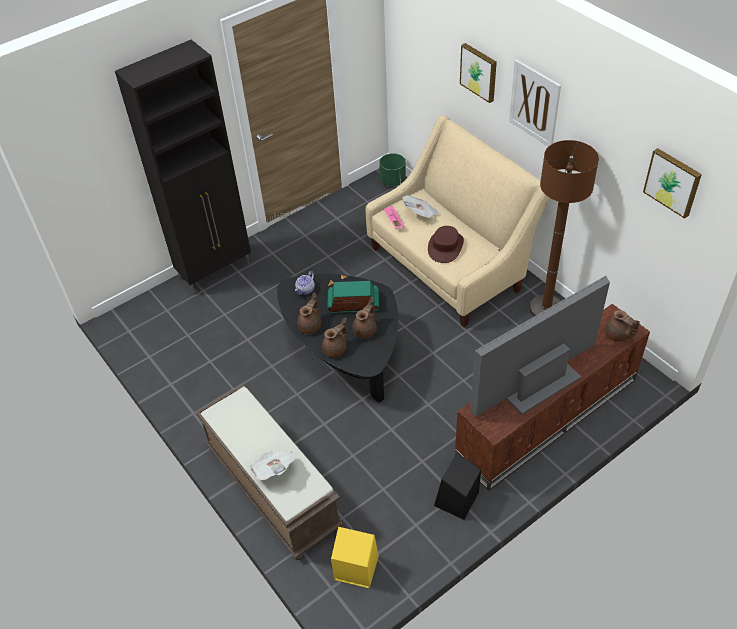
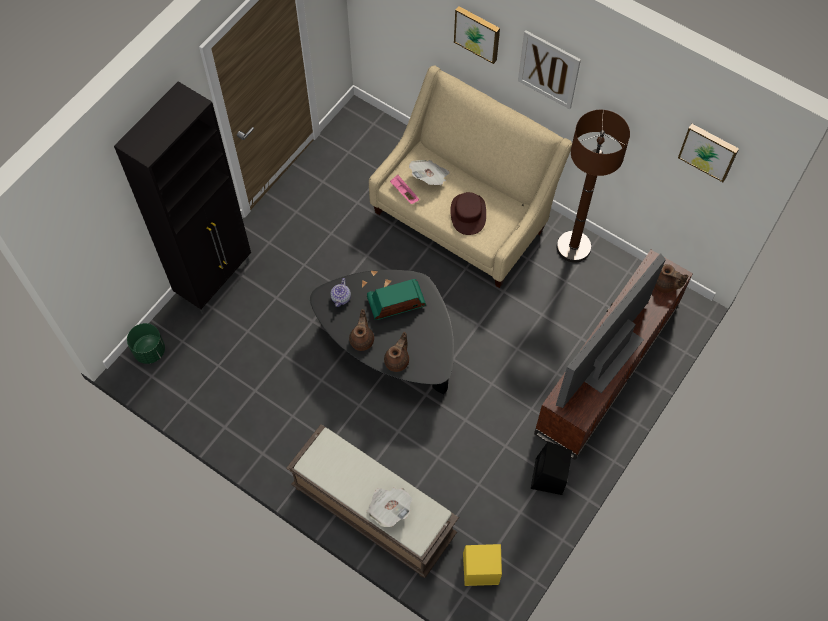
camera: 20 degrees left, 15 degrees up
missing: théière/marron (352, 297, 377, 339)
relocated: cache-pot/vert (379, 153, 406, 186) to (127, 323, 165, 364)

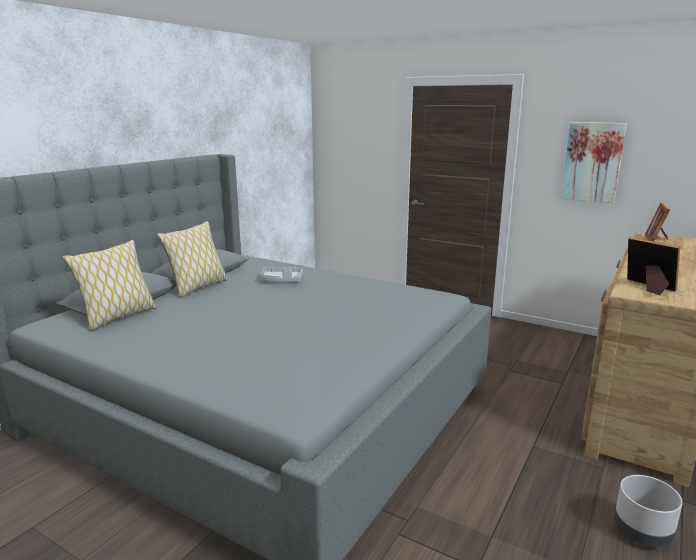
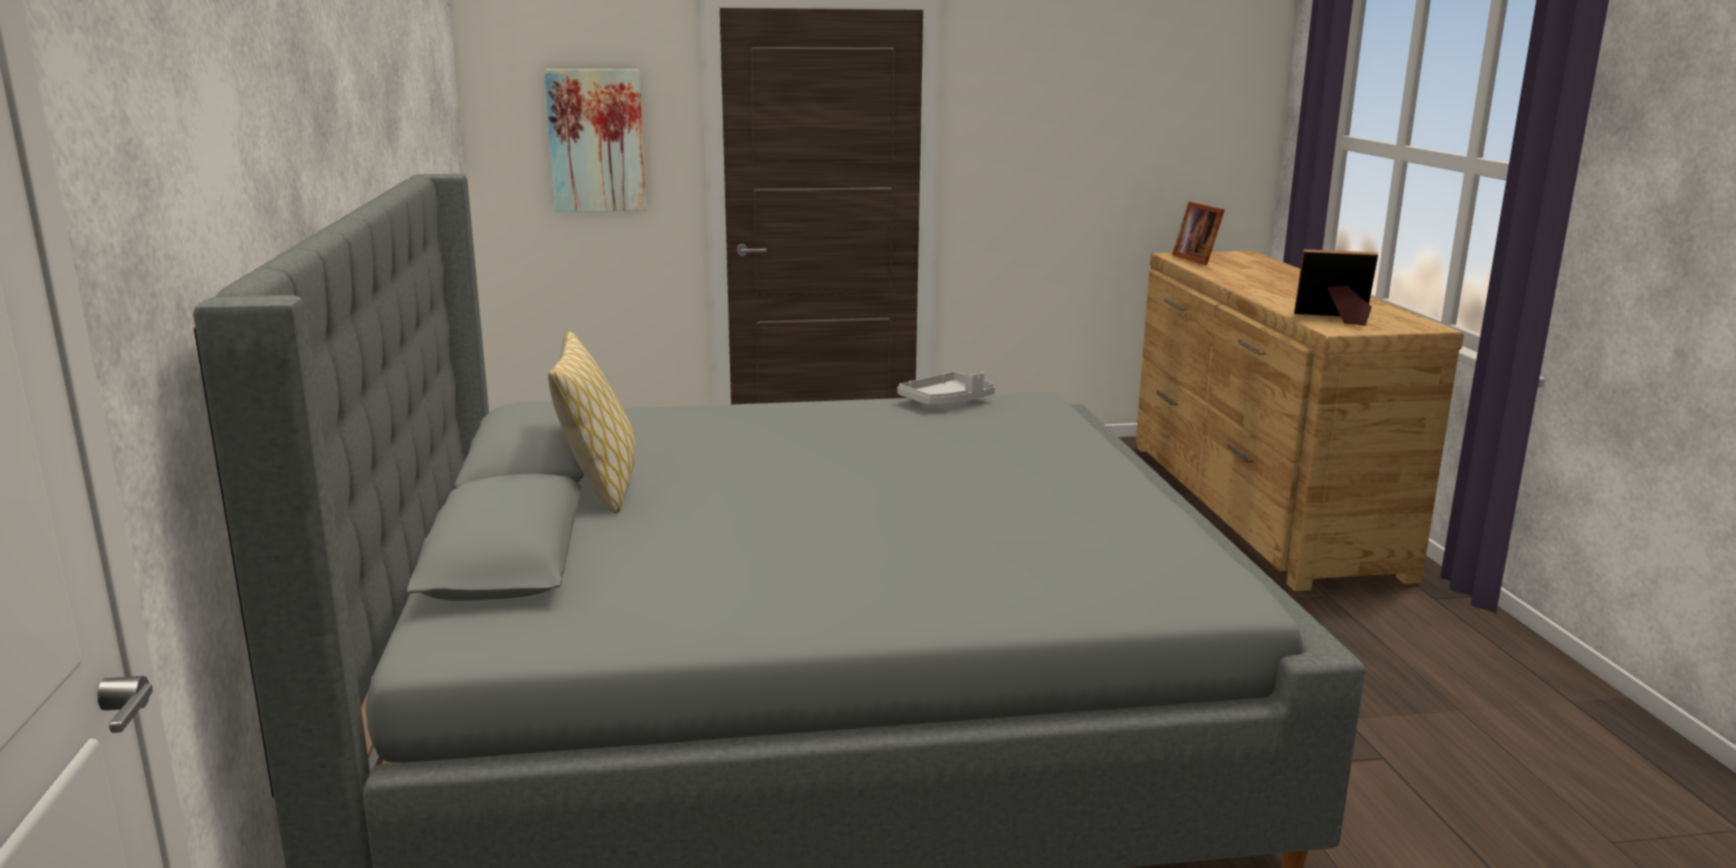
camera: 40 degrees left, 0 degrees up
missing: coussin (63, 240, 157, 331); cache-pot/gris (614, 475, 683, 547)
relocated: tableau (561, 122, 627, 203) to (545, 69, 646, 212); plateau/gris (260, 267, 303, 282) to (897, 372, 995, 405)

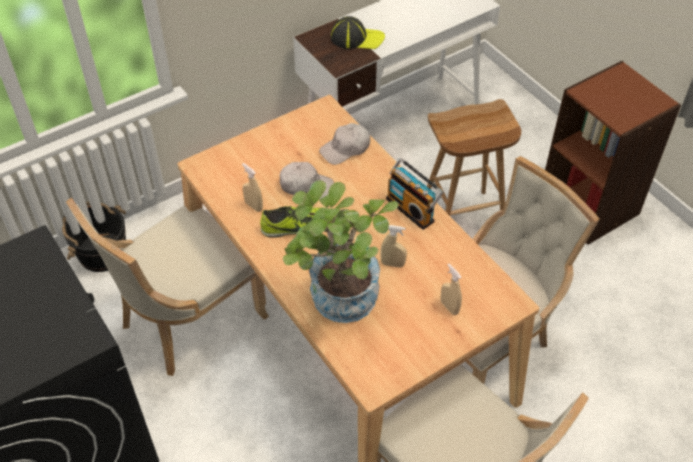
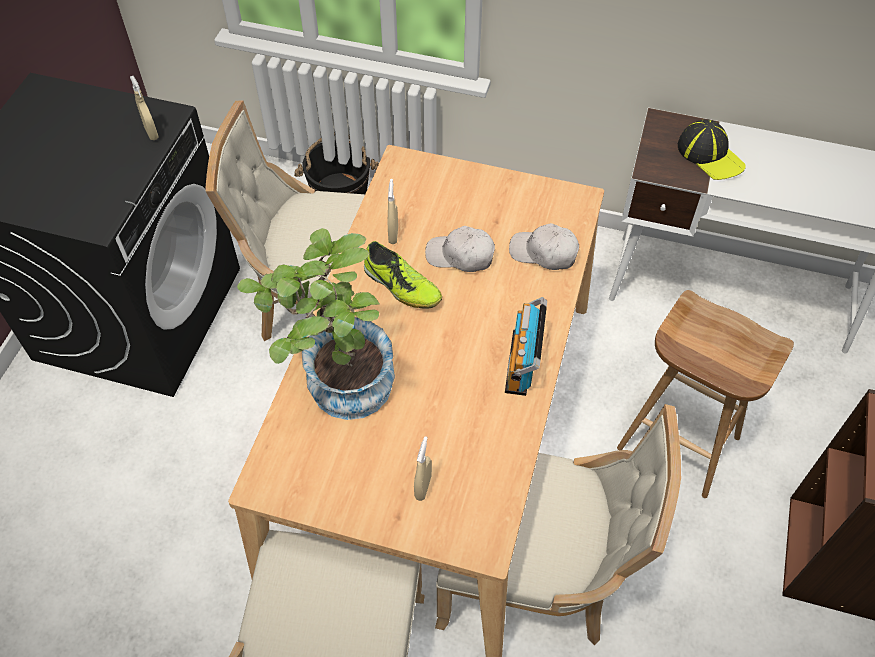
camera: 50 degrees right, 5 degrees up
relocated: vaporisateur/beige (380, 225, 407, 268) to (130, 76, 159, 140)
spun: casquette/blanc (280, 162, 334, 199) = (425, 226, 495, 272) 135 degrees clockwise

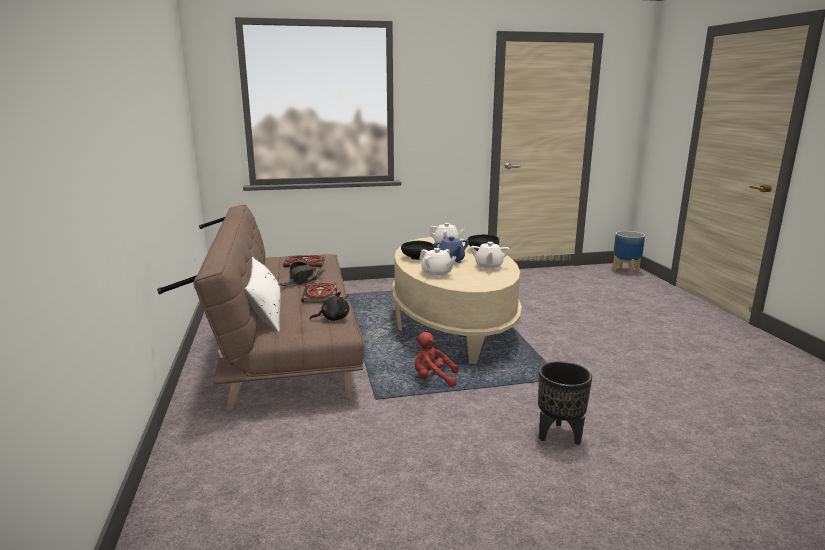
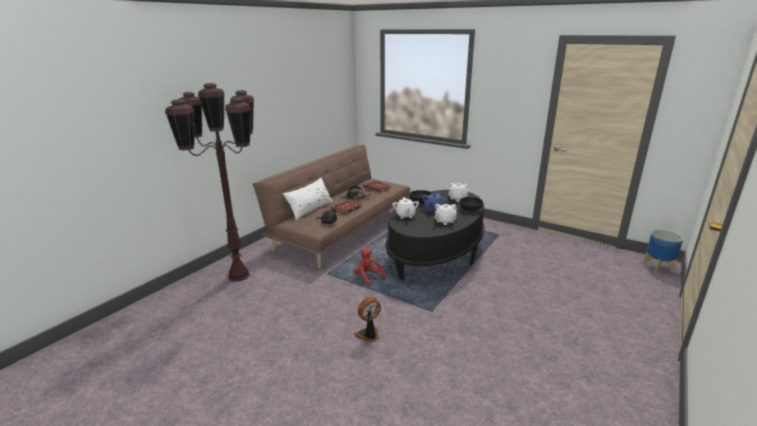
camera: 45 degrees right, 5 degrees up
appeared: lampadaire/marron (165, 83, 254, 282)
exchanged: cache-pot/noir (538, 361, 592, 445) to ventilateur (354, 297, 381, 342)
colour: table basse/beige (392, 237, 522, 364) to table basse/noir (386, 190, 485, 280)

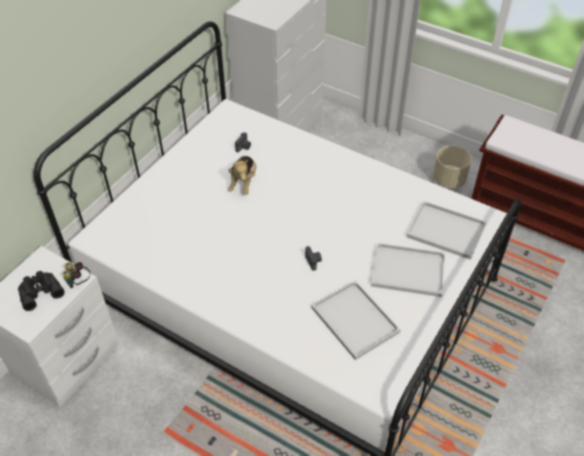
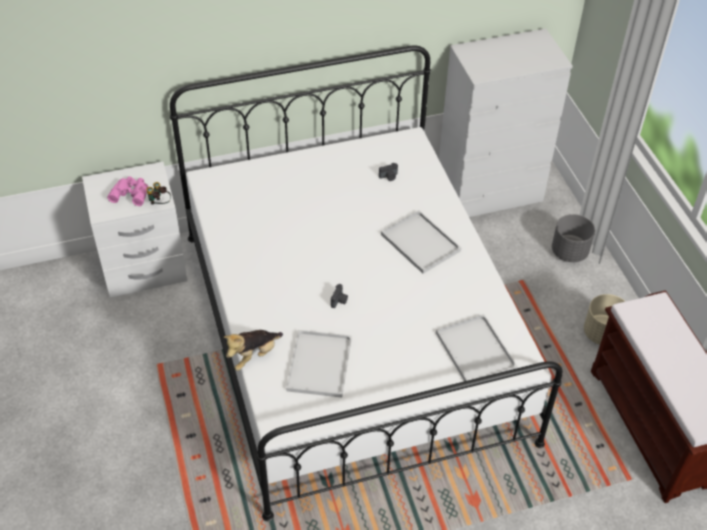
camera: 40 degrees right, 0 degrees up
appeared: cache-pot/gris (552, 214, 595, 262)
relocated: peluche (228, 156, 256, 195) to (224, 330, 283, 371); plateau/blanc (371, 243, 445, 297) to (381, 210, 461, 274)
colour: jumelles/noir (18, 271, 64, 311) to jumelles/rose (107, 176, 148, 206)

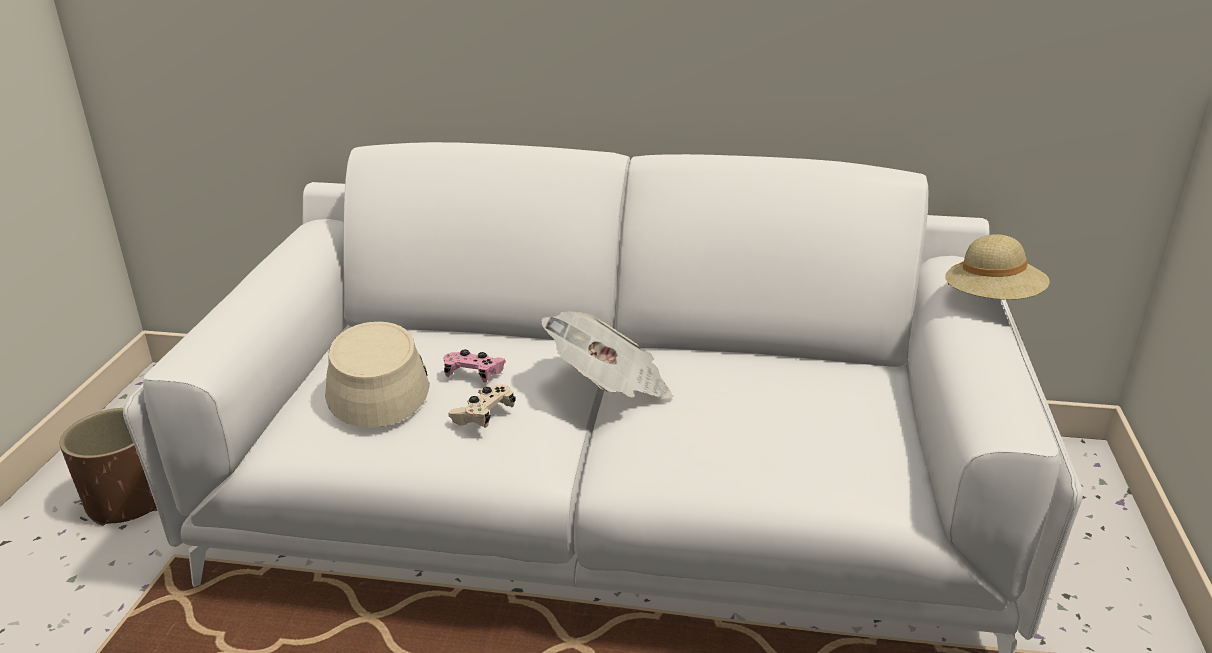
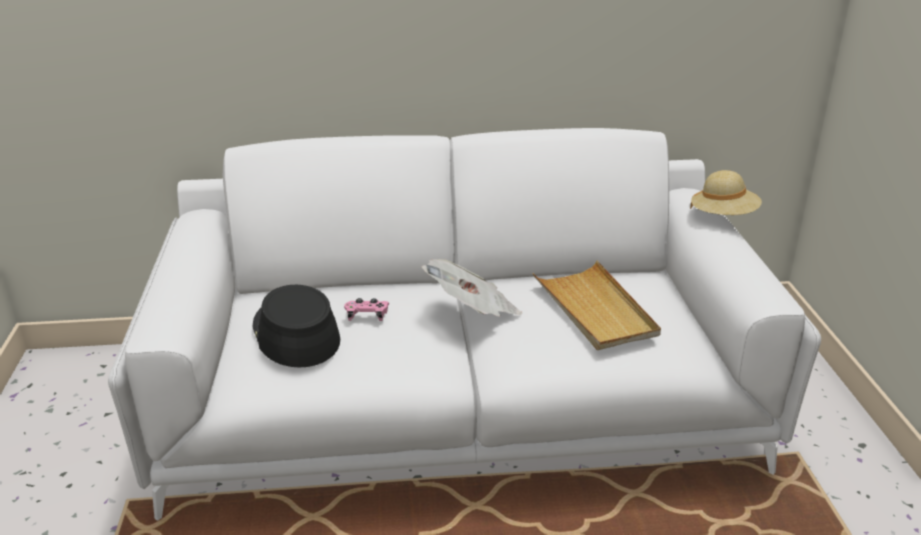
camera: 15 degrees left, 0 degrees up
missing: manette/beige (448, 384, 516, 428); cache-pot/marron (60, 408, 158, 526)
appeared: plateau/beige (533, 260, 661, 350)
colour: chapeau/beige (325, 321, 430, 428) to chapeau/noir (253, 285, 340, 368)

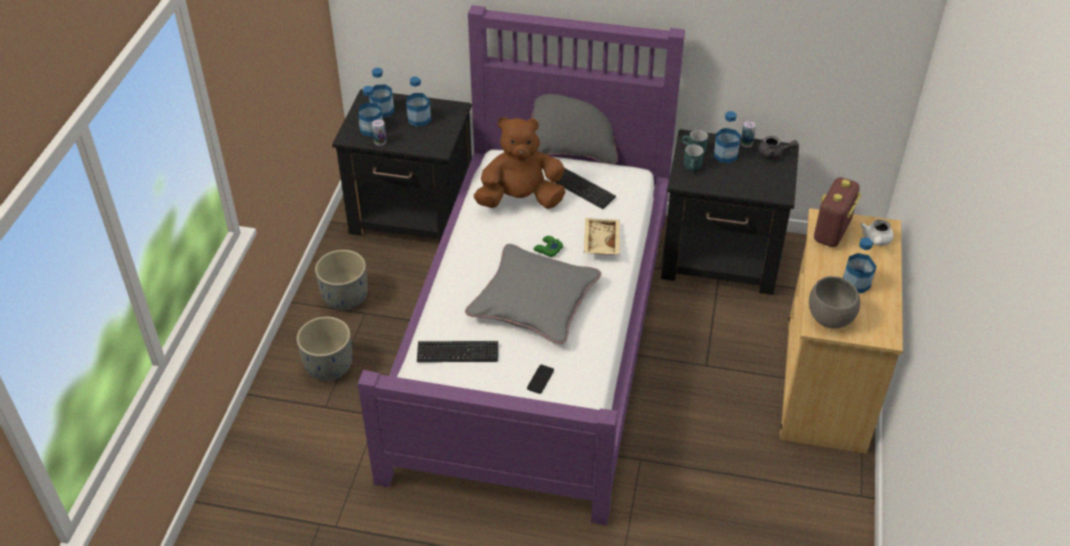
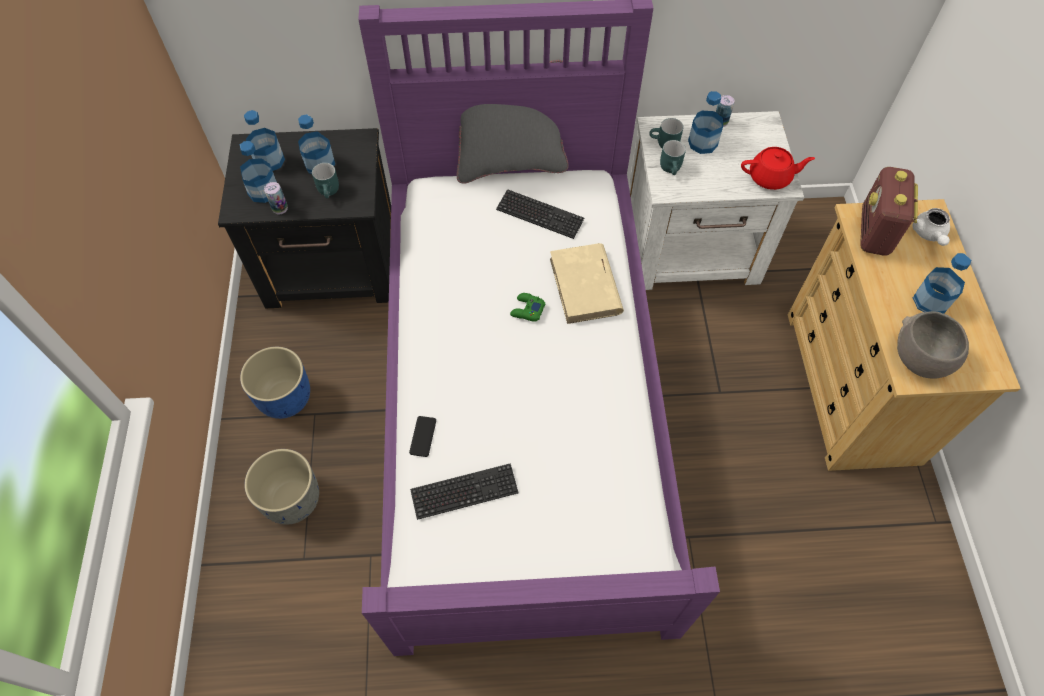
camera: 15 degrees left, 15 degrees up
missing: peluche/marron (474, 117, 565, 209); théière/gris (758, 136, 799, 159); coussin/gris (465, 244, 601, 344)
appeared: théière/rouge (741, 147, 815, 190); mug/turquoise (312, 163, 339, 198)
relocated: téléphone (527, 365, 554, 394) to (409, 416, 436, 457)
exchanged: plateau/beige (584, 218, 620, 255) to livre/beige (550, 243, 624, 324)
colour: table de chevet/noir (661, 129, 799, 295) to table de chevet/blanc (629, 111, 804, 290); cache-pot/gris (315, 250, 367, 310) to cache-pot/bleu (240, 347, 310, 419)

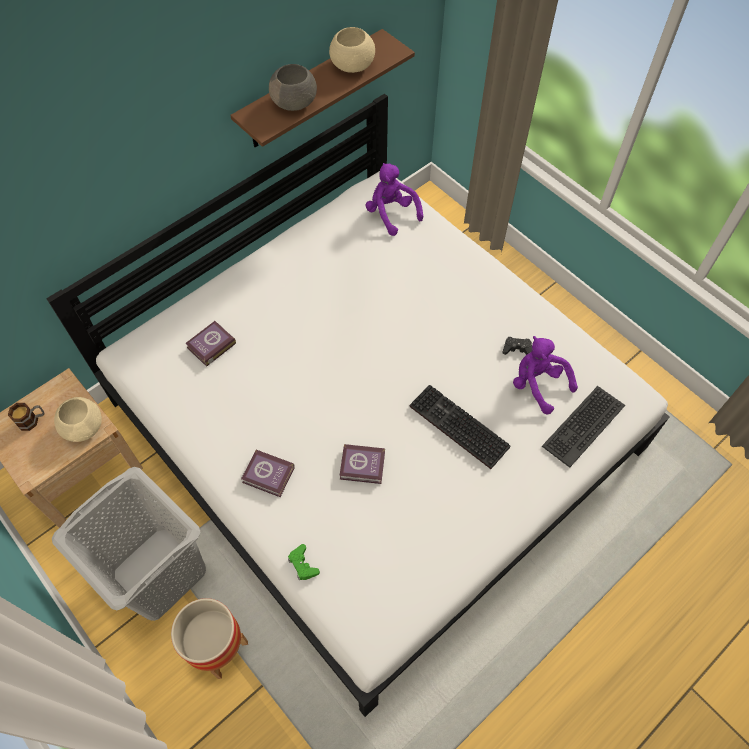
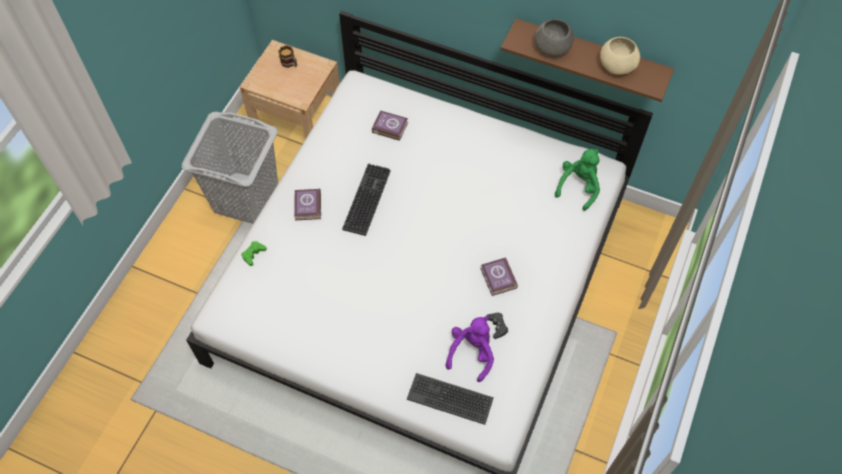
camera: 65 degrees right, 0 degrees up
missing: bol/beige (54, 397, 102, 442); cache-pot (171, 598, 248, 679)
relocated: clavier (409, 385, 511, 469) to (342, 163, 390, 236); livre (339, 444, 385, 484) to (480, 257, 518, 296)
colour: peluche/violet (365, 163, 423, 236) to peluche/vert (555, 149, 600, 211)

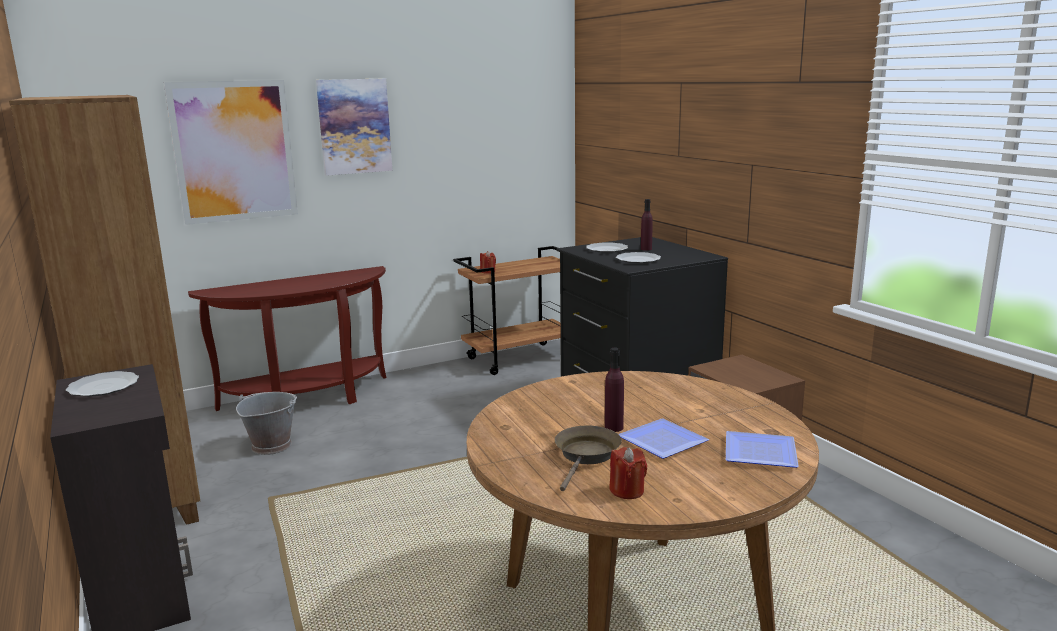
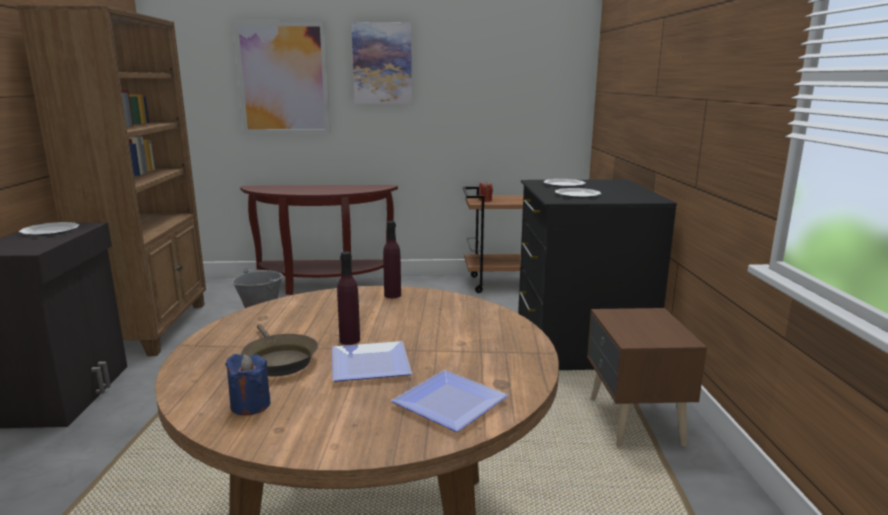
camera: 25 degrees right, 0 degrees up
relocated: bouteille/violet (641, 199, 653, 251) to (383, 221, 401, 298)
colour: bougie/rouge (610, 447, 647, 499) to bougie/bleu (225, 354, 271, 416)
spun: poêle/marron (555, 426, 622, 491) = (241, 324, 318, 376) 105 degrees clockwise

